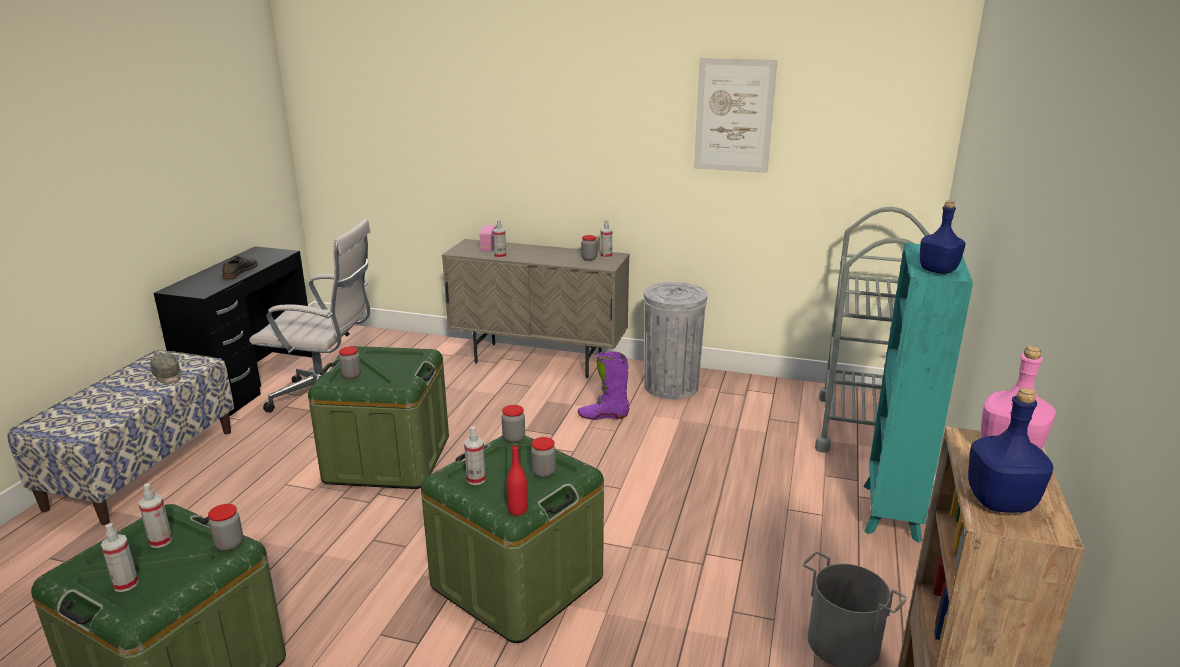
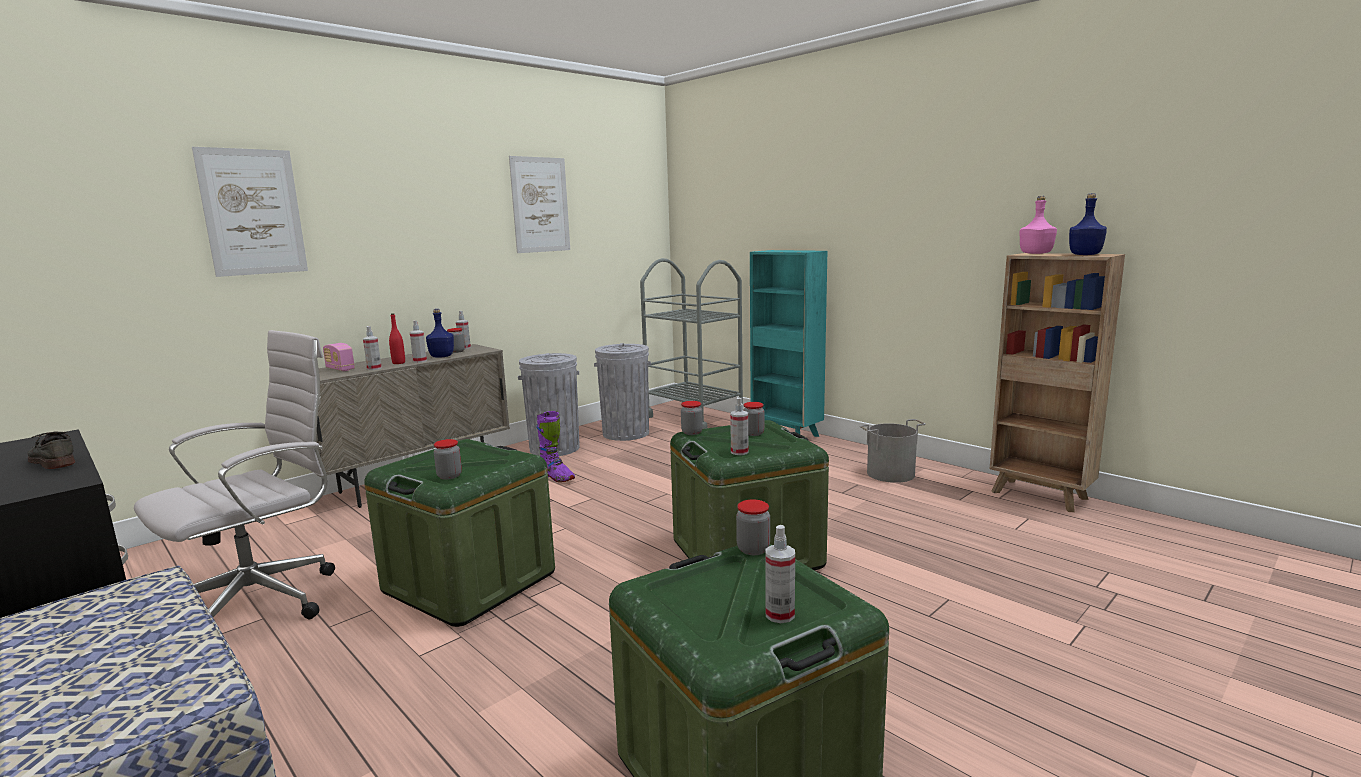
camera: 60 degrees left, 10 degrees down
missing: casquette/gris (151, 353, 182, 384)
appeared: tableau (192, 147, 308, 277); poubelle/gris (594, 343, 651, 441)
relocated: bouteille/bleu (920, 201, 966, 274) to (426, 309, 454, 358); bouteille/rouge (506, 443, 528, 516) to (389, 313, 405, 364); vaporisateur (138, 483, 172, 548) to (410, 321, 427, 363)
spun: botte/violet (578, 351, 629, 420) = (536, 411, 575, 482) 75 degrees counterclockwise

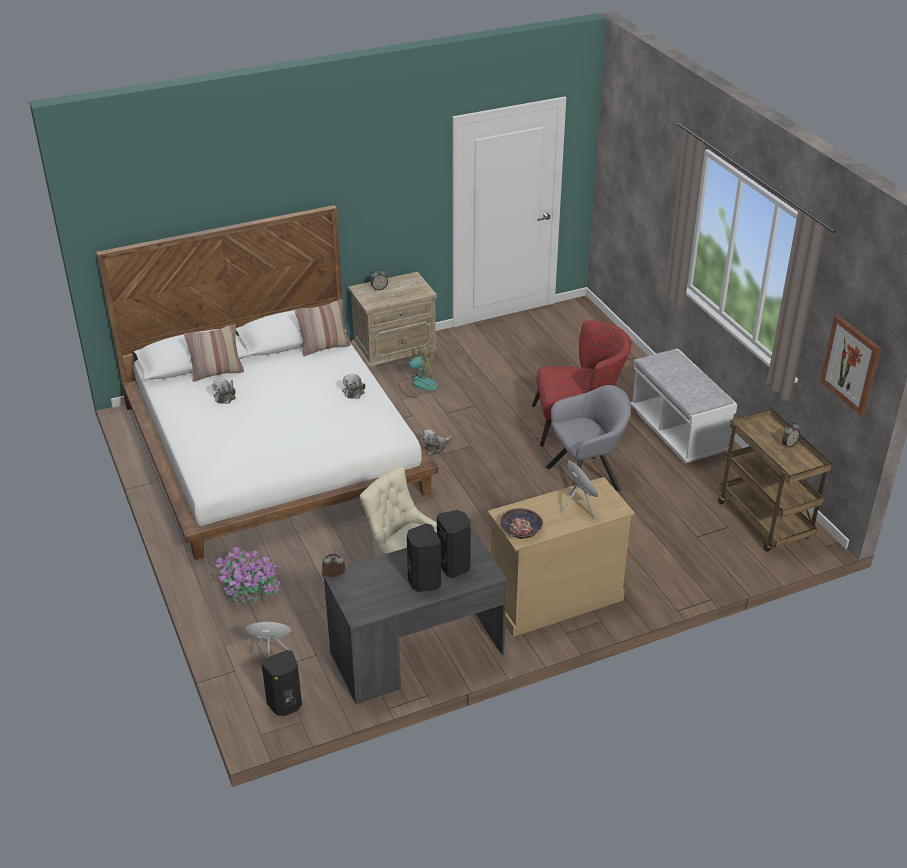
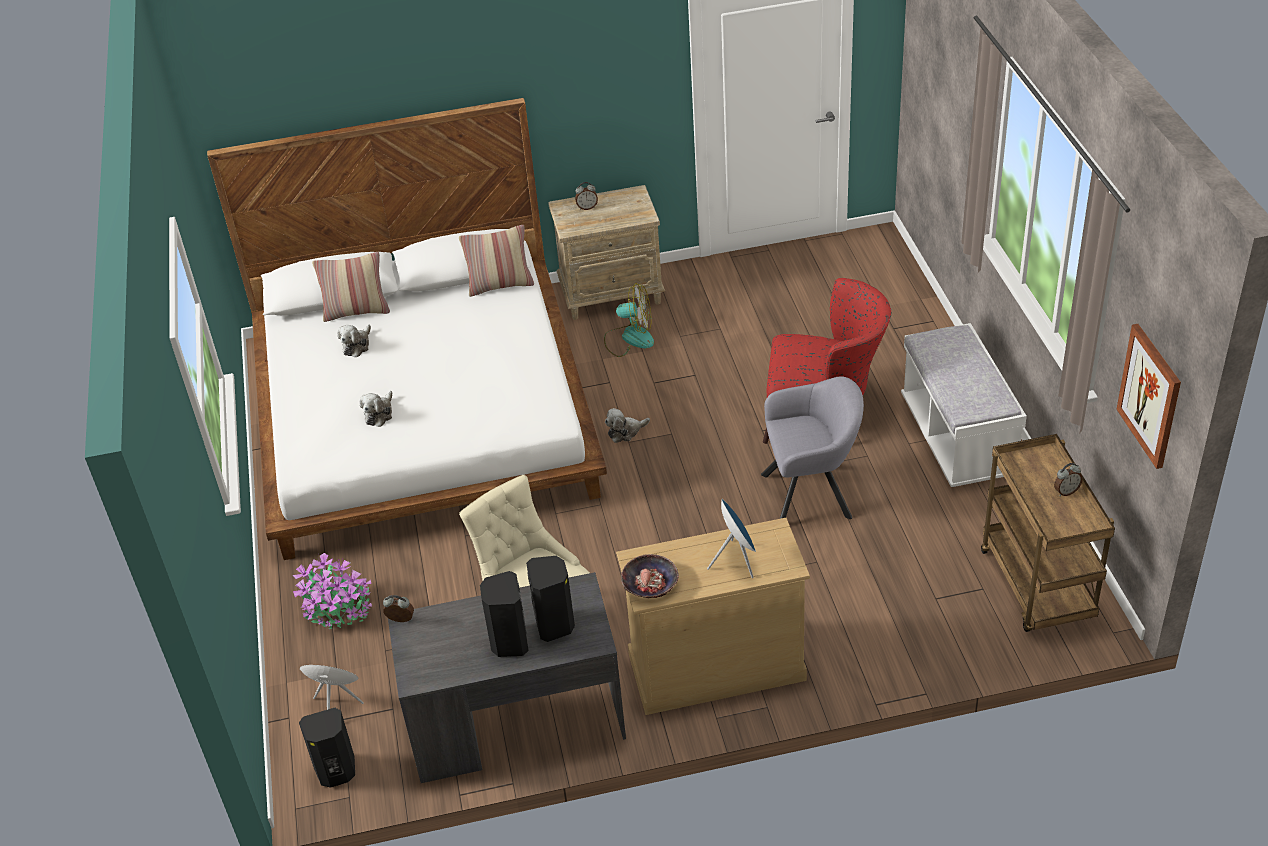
camera: 15 degrees right, 5 degrees up
relocated: peluche (342, 374, 366, 399) to (359, 391, 392, 427)

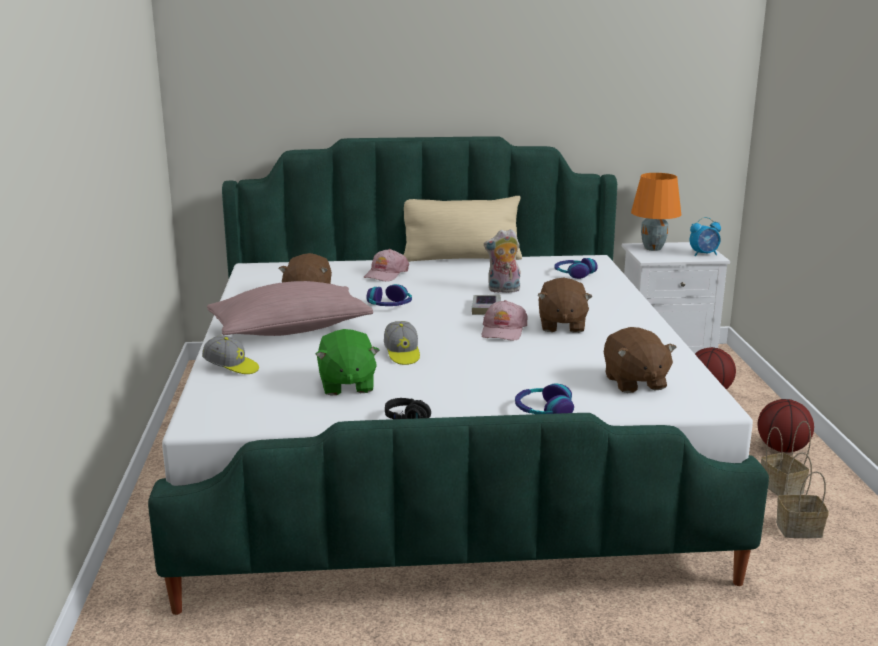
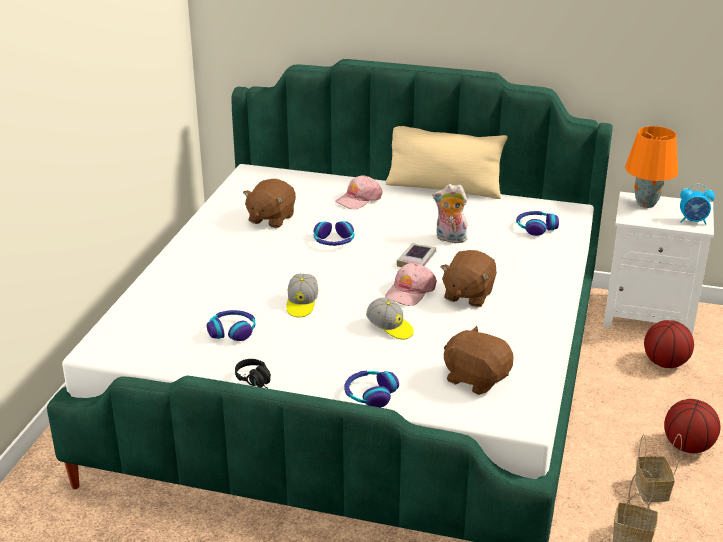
camera: 20 degrees right, 10 degrees up
missing: coussin/rose (207, 281, 373, 336)
relocated: casquette (202, 335, 259, 374) to (366, 298, 414, 339)
exchanged: peluche/vert (315, 329, 380, 395) to casque audio (207, 310, 255, 341)
spun: peluche/marron (604, 327, 677, 393) = (444, 326, 513, 395) 120 degrees clockwise

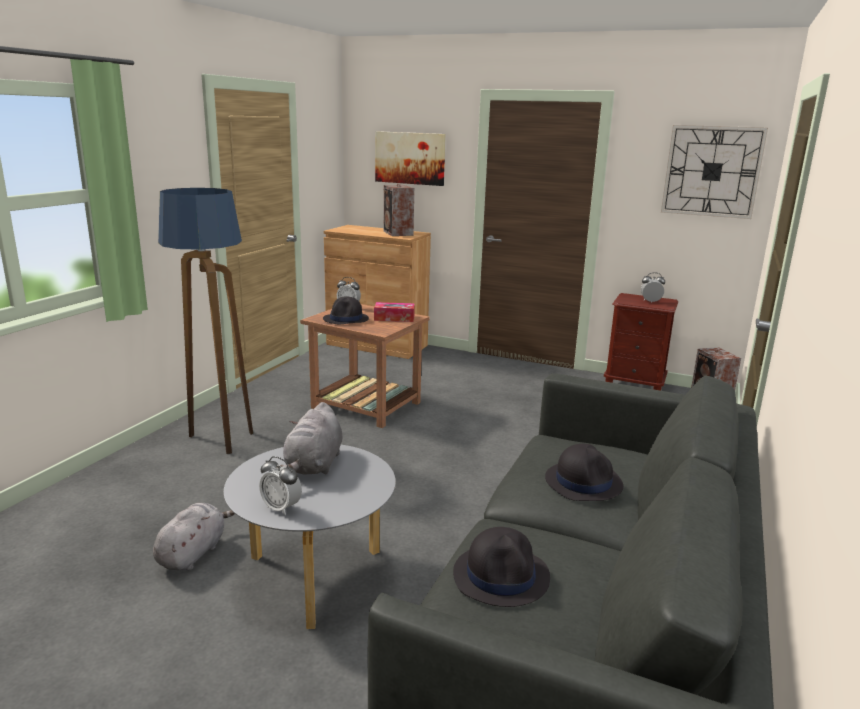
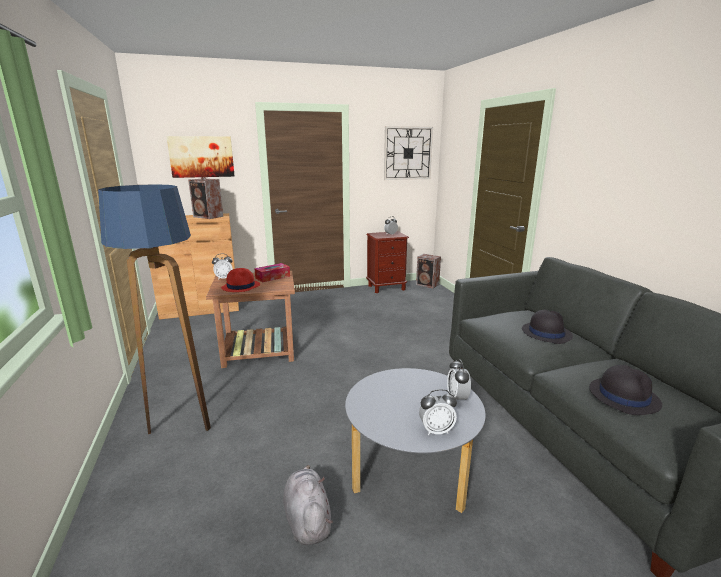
camera: 40 degrees left, 0 degrees up
missing: peluche/gris (276, 402, 343, 475)
appeared: réveil (447, 359, 471, 400)
colour: chapeau/noir (323, 297, 369, 324) to chapeau/rouge (221, 268, 260, 292)

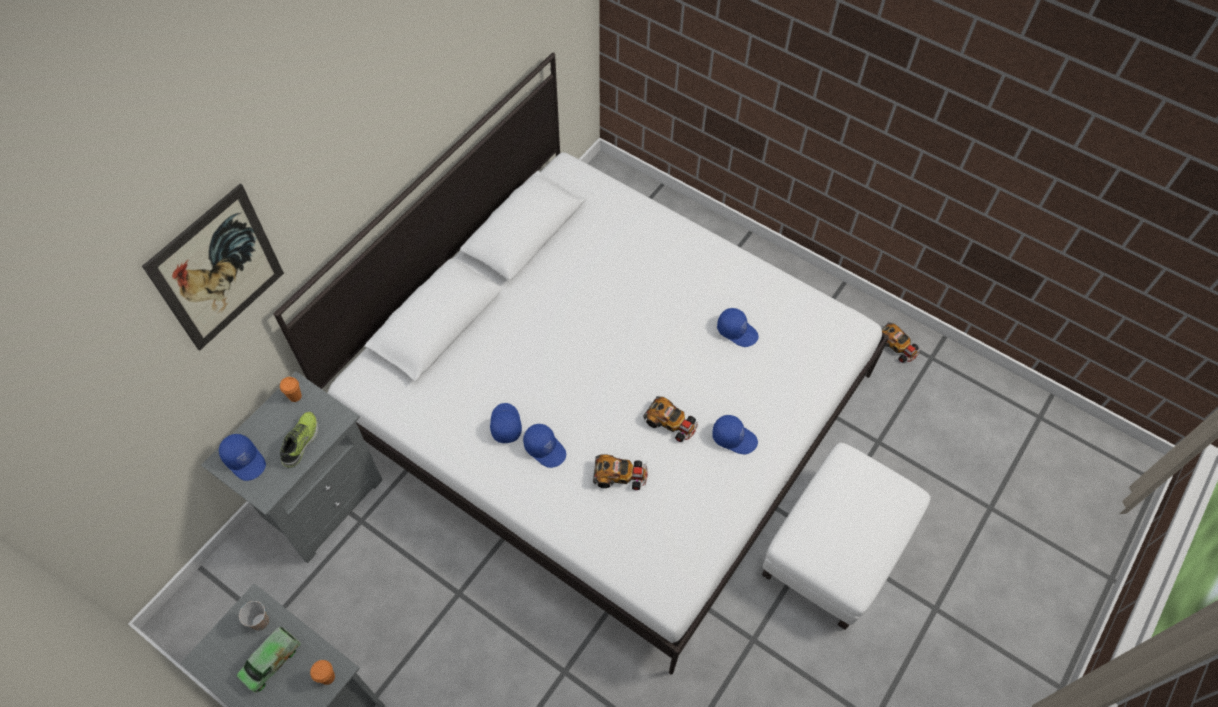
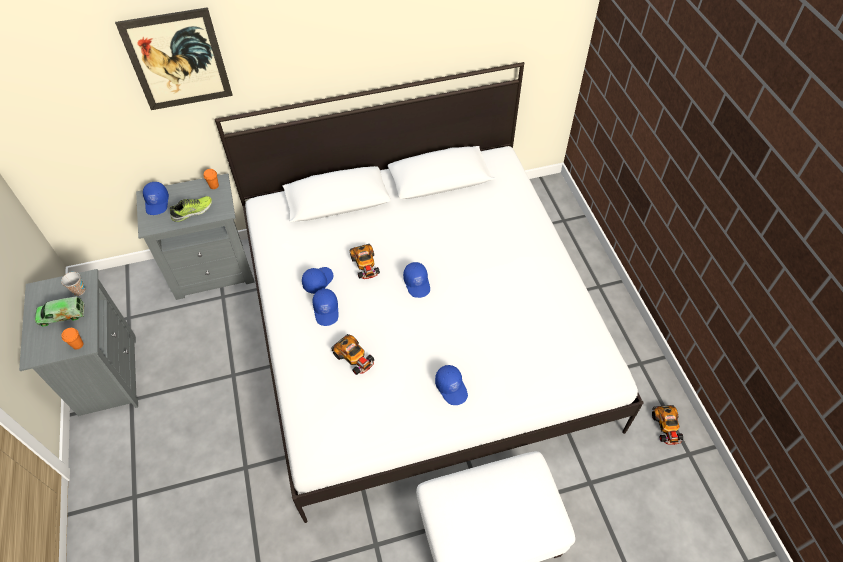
camera: 40 degrees right, 5 degrees down
relocated: casquette/bleu (717, 308, 759, 347) to (403, 262, 430, 298); petite voiture (643, 396, 699, 442) to (350, 244, 380, 279)

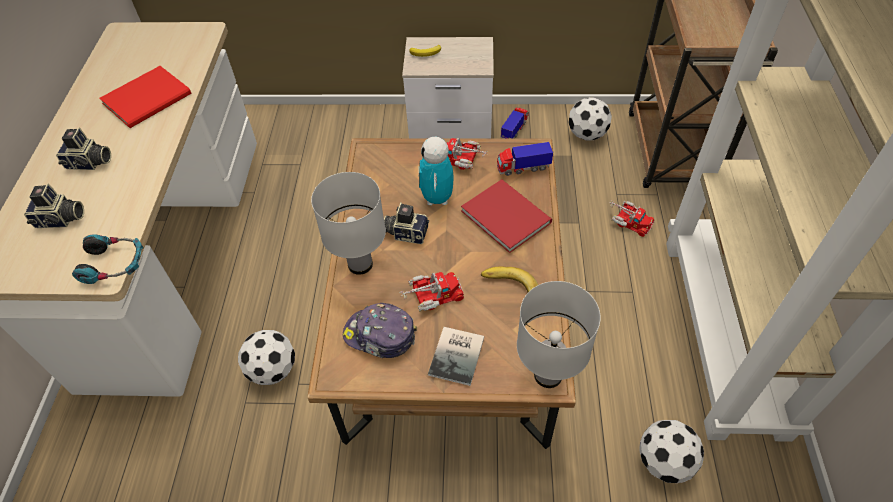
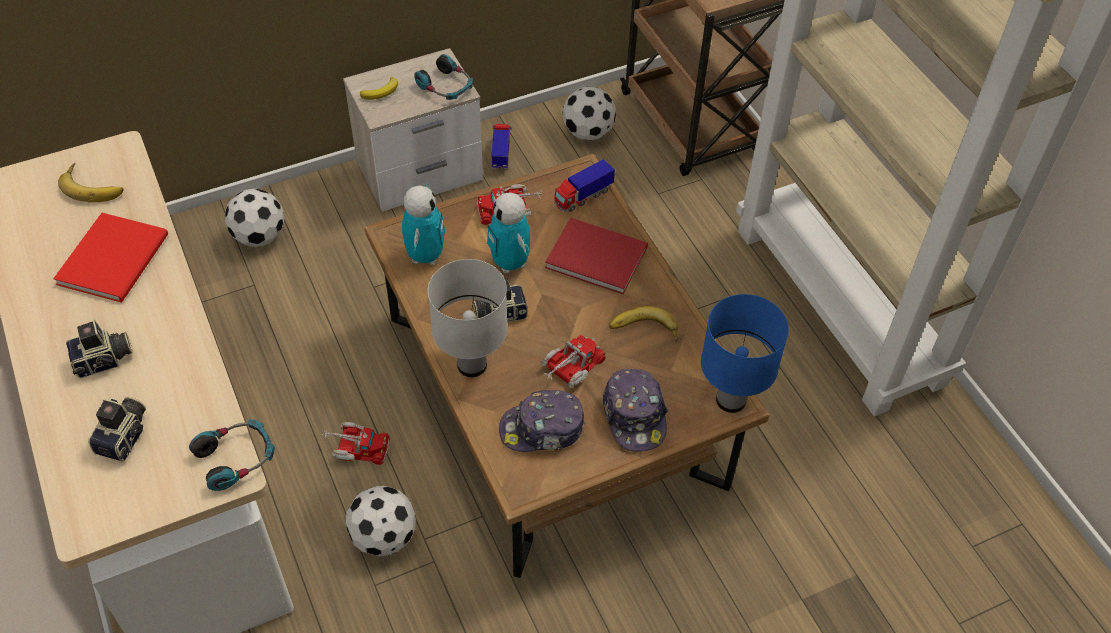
camera: 30 degrees left, 0 degrees up
appeared: casque audio (414, 54, 473, 100); banane (58, 163, 124, 202); robot jouet (402, 184, 445, 265)
relocated: camion jouet (610, 200, 654, 237) to (321, 422, 390, 465); ballon de foot (639, 420, 704, 483) to (225, 189, 284, 247)
exchanged: livre (428, 327, 484, 386) to casquette (602, 369, 668, 452)
colour: lampe de table/blanc (517, 281, 601, 388) to lampe de table/bleu (701, 294, 789, 413)
spun: appareil photo (24, 183, 84, 228) = (88, 397, 146, 462) 45 degrees counterclockwise

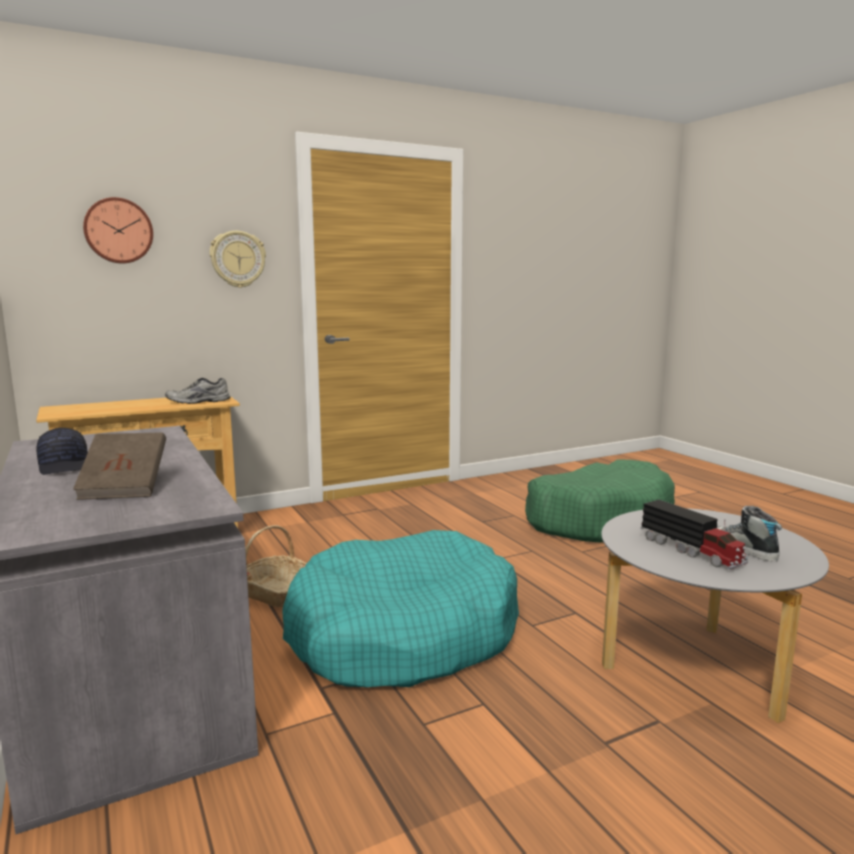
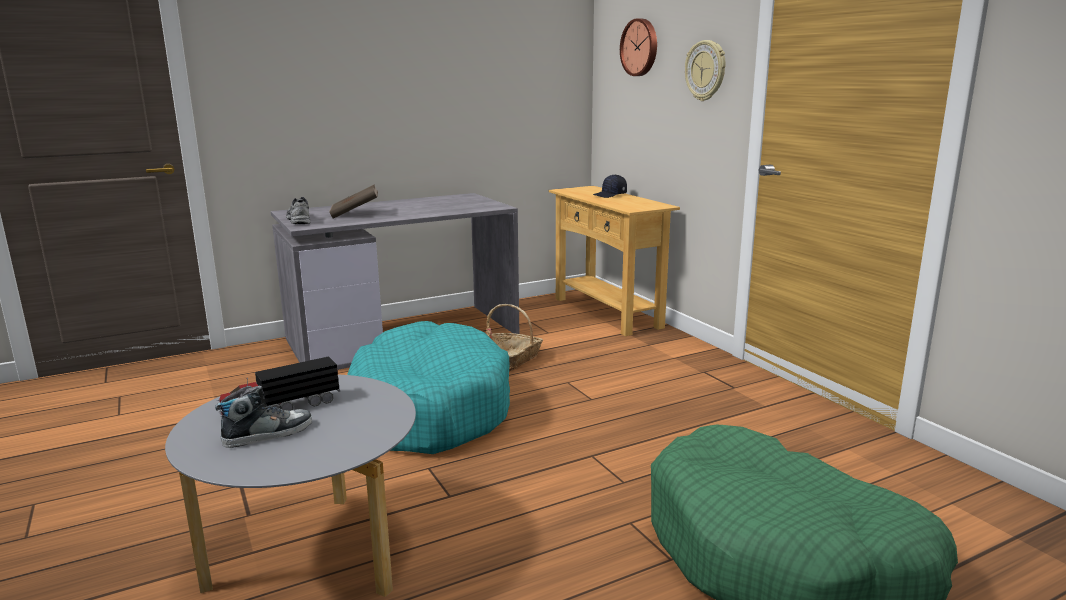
camera: 90 degrees right, 5 degrees up
relocated: chaussure/gris (165, 378, 230, 404) to (286, 197, 310, 224); casquette/noir (36, 427, 88, 475) to (593, 174, 627, 198)

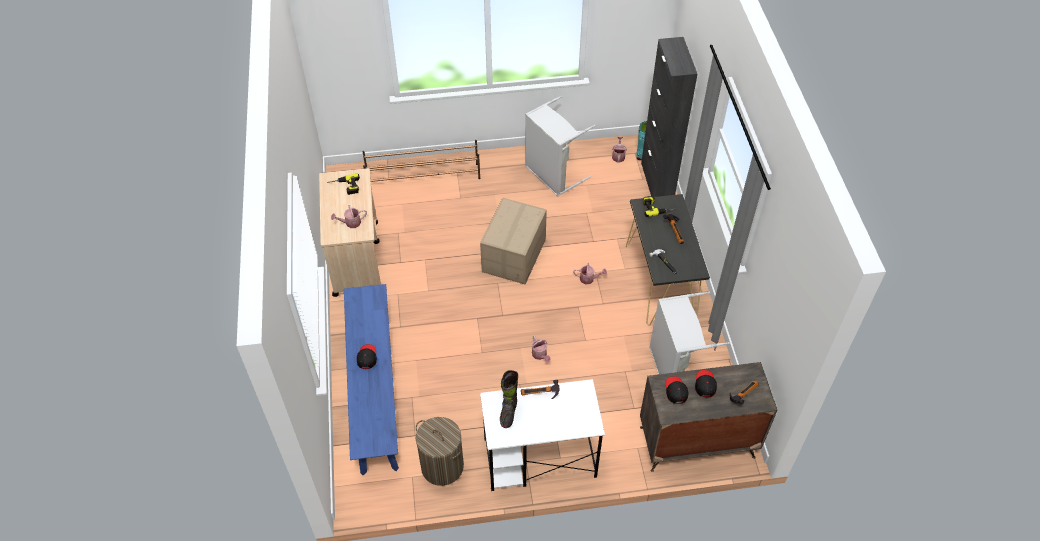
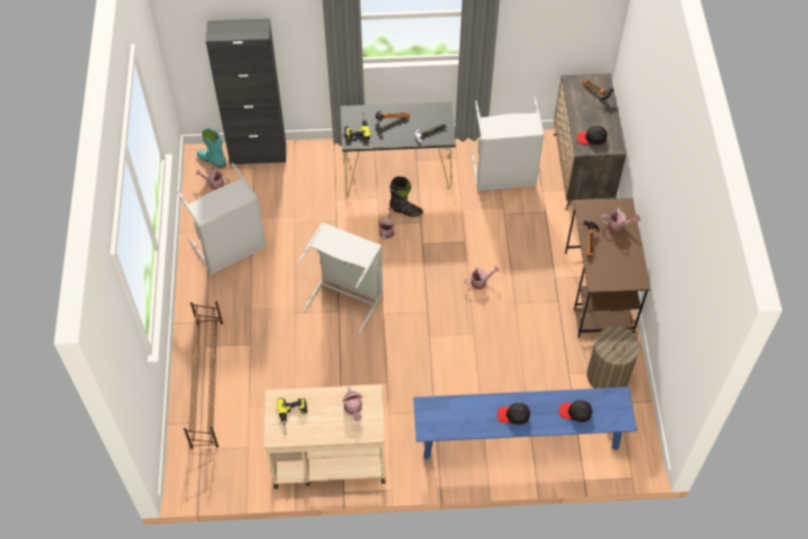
camera: 85 degrees left, 5 degrees up
appeared: arrosoir (601, 208, 640, 233)
relocated: botte/noir (500, 370, 518, 428) to (389, 176, 423, 217); casquette/noir (695, 370, 717, 397) to (559, 400, 592, 422)
exchanged: carton (480, 198, 547, 284) to panier à linge/gris (297, 222, 383, 333)
colour: bureau/blanc (480, 379, 605, 491) to bureau/marron (565, 198, 651, 338)

